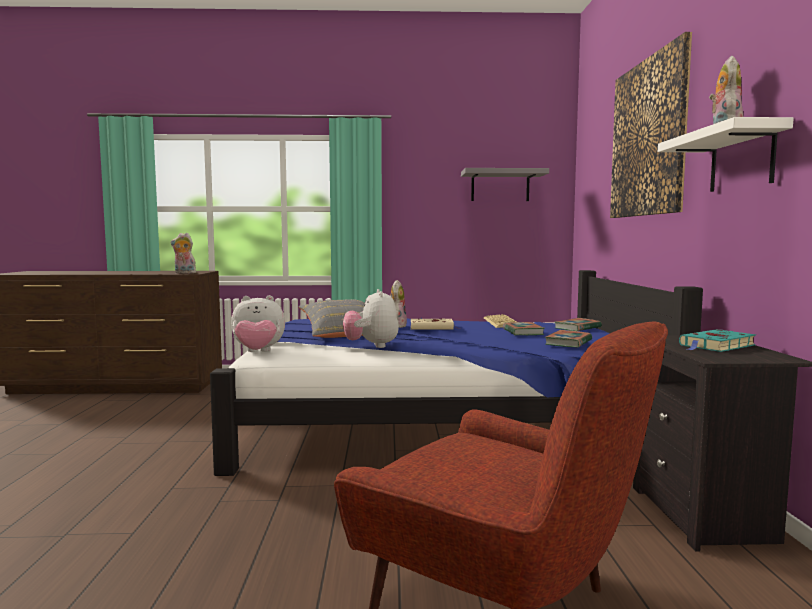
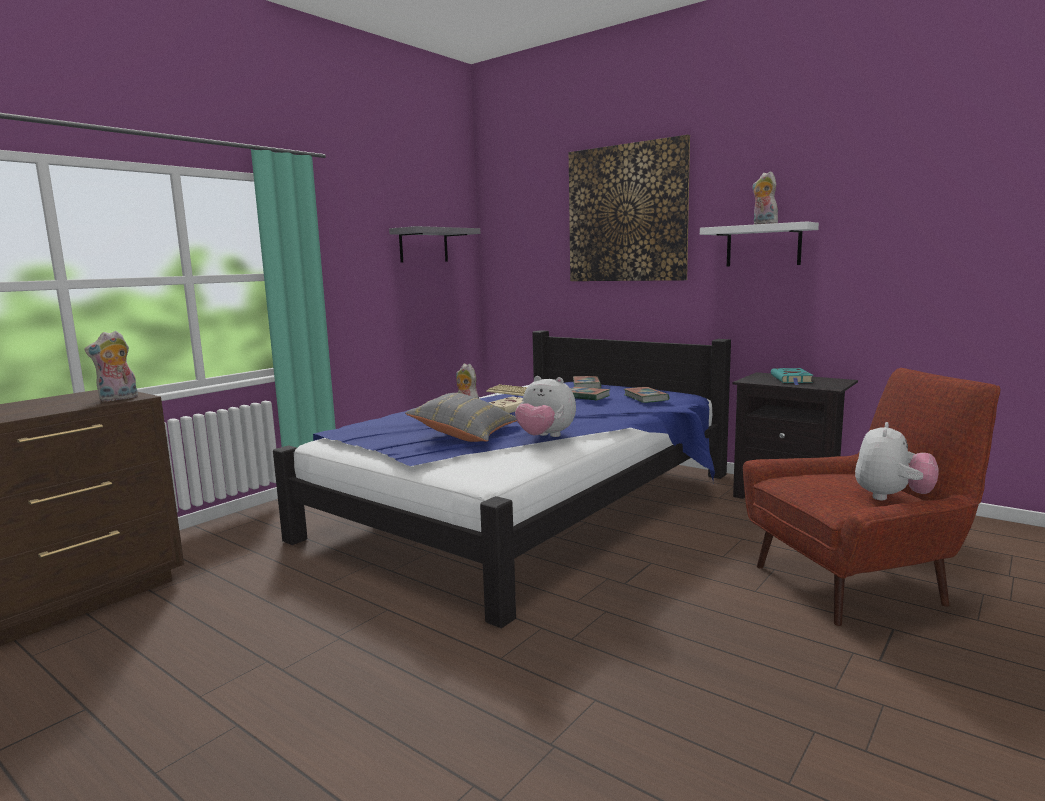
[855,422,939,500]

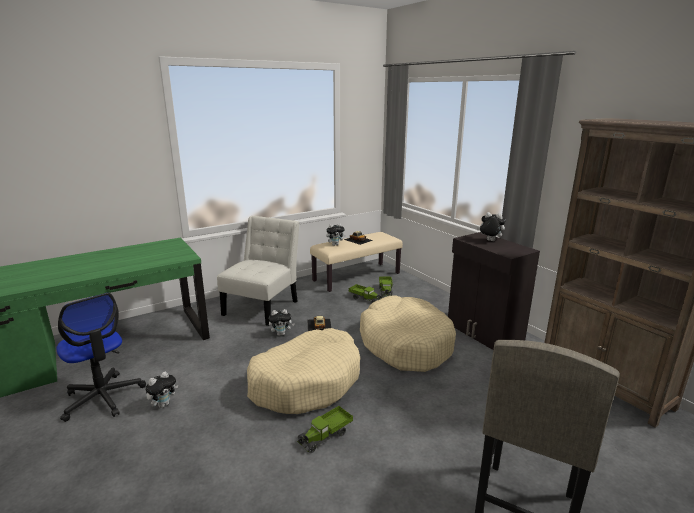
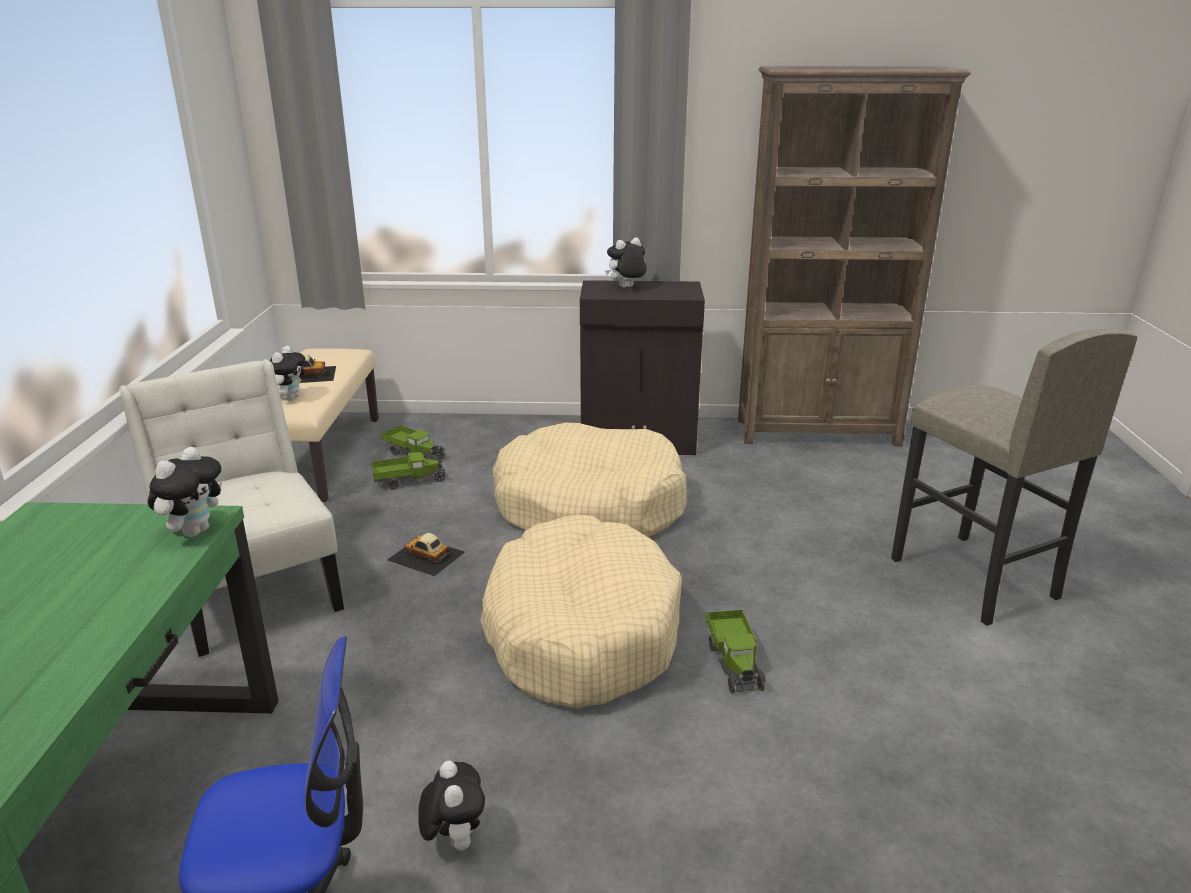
[148,447,222,537]

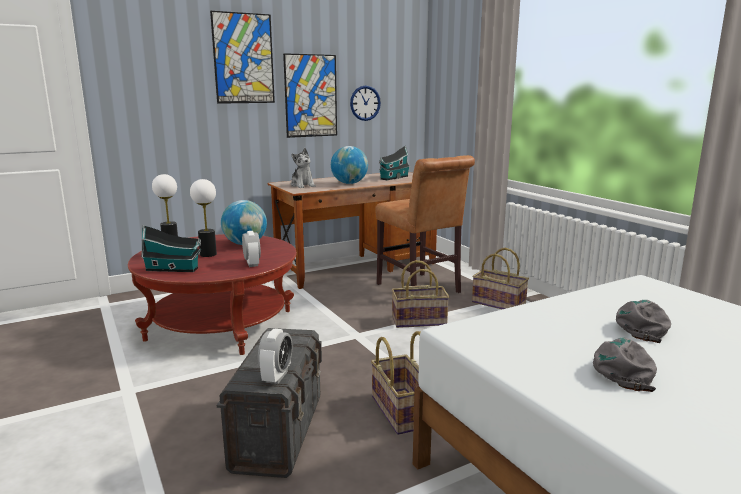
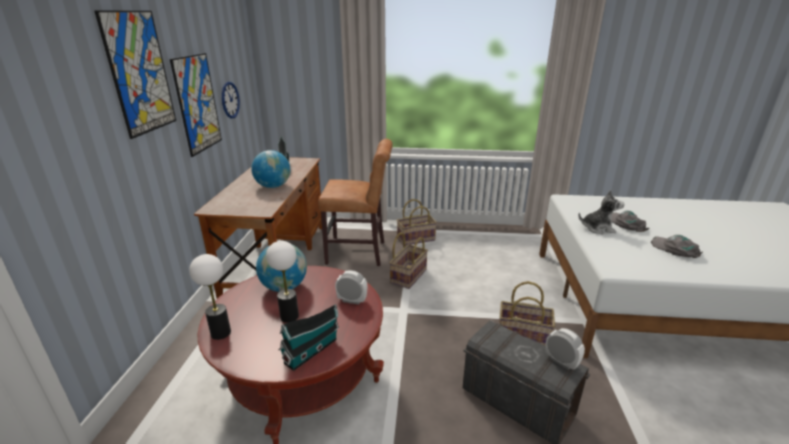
[578,190,624,234]

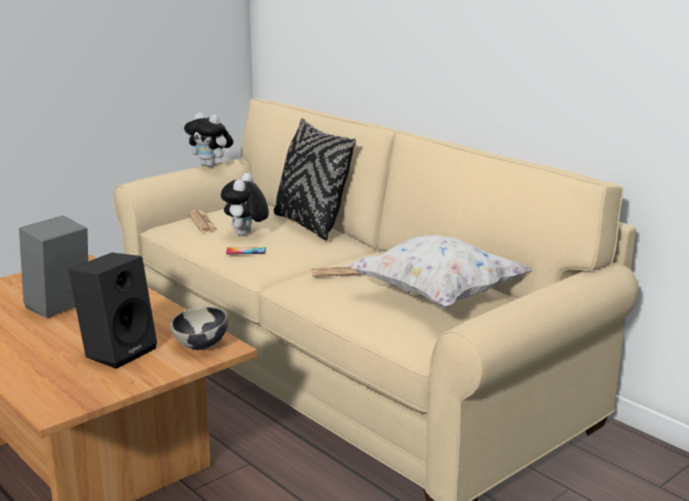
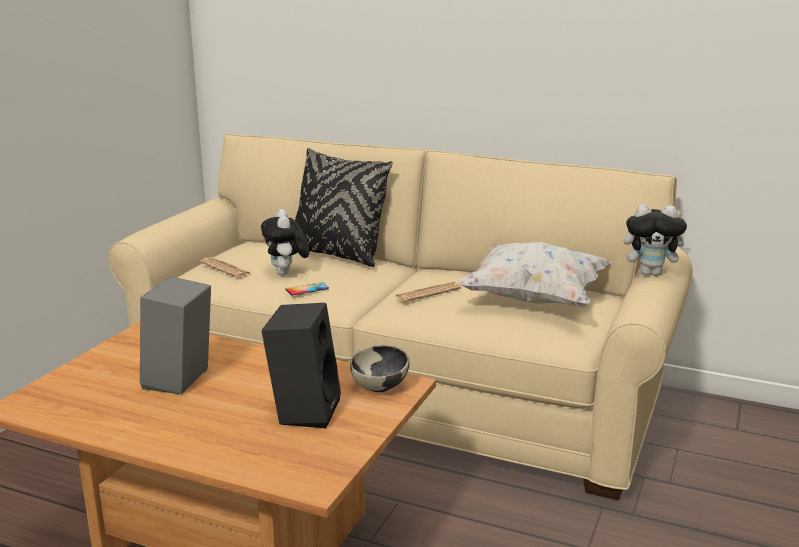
[624,204,691,276]

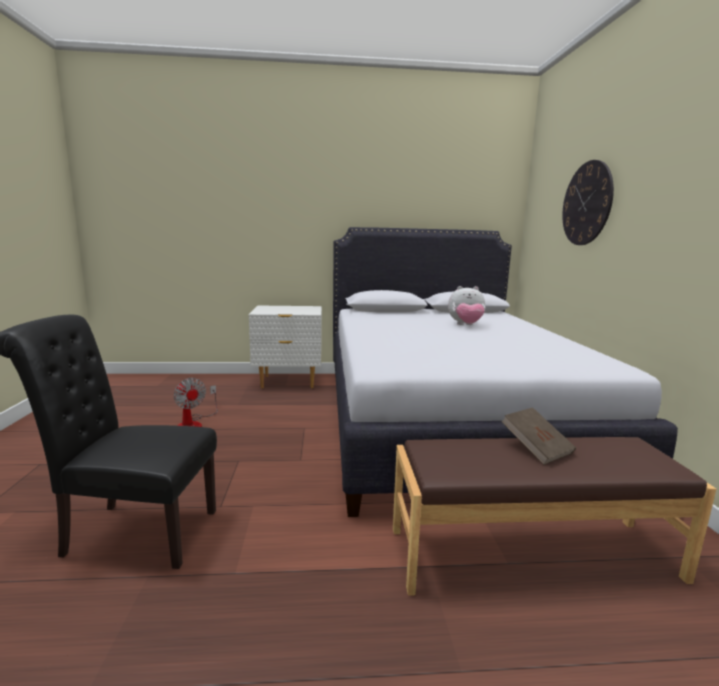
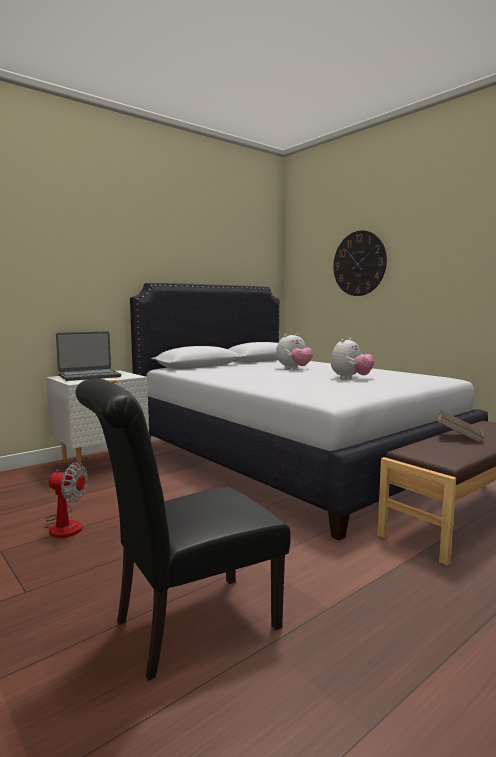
[56,331,121,381]
[331,338,374,379]

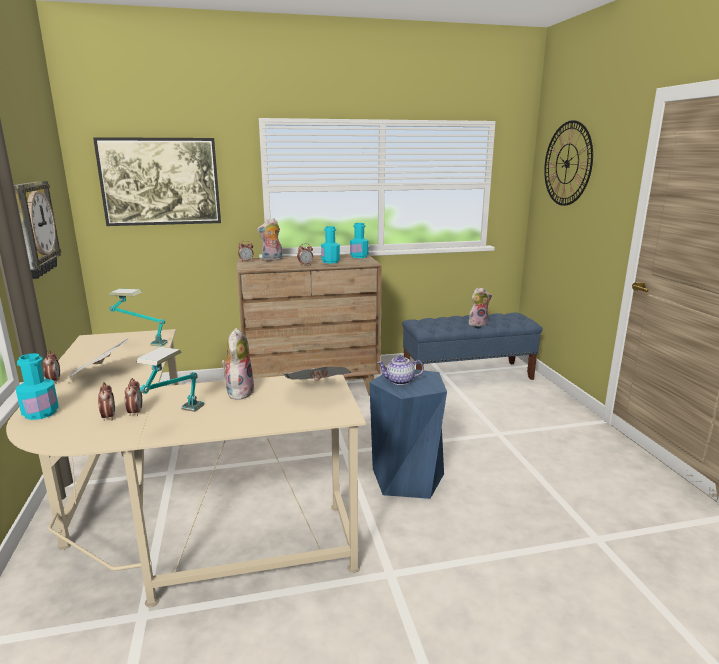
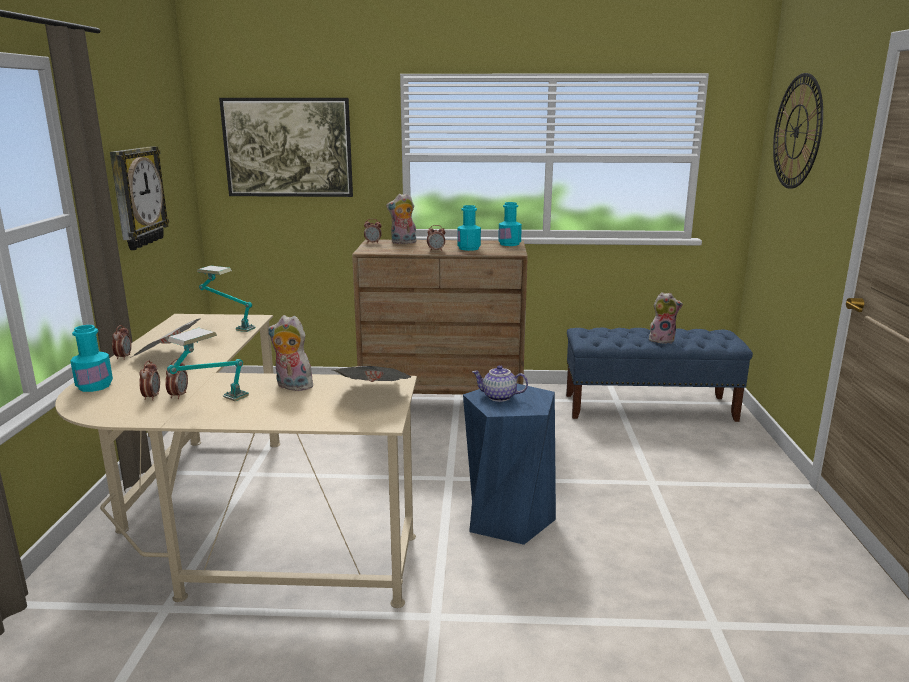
[268,315,315,391]

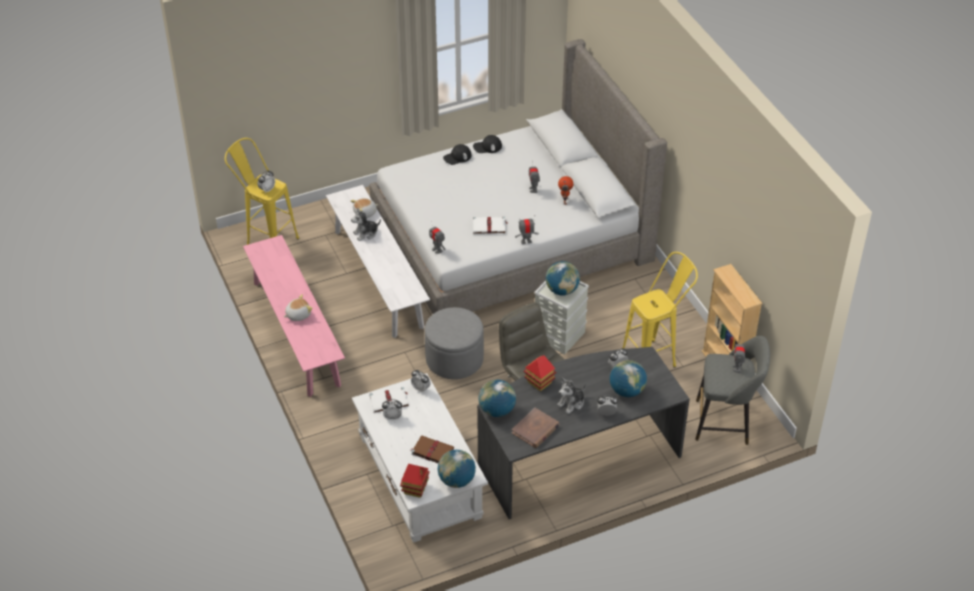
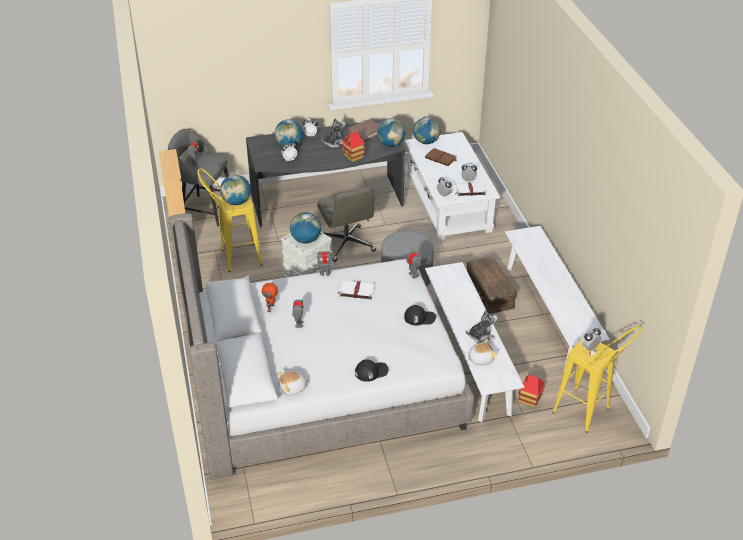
[220,175,251,205]
[467,257,517,314]
[277,371,309,396]
[518,375,545,408]
[404,305,436,325]
[505,226,610,373]

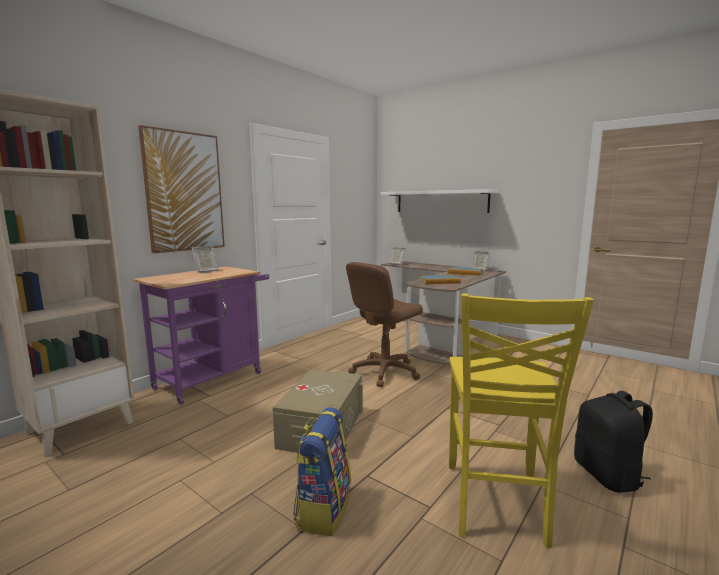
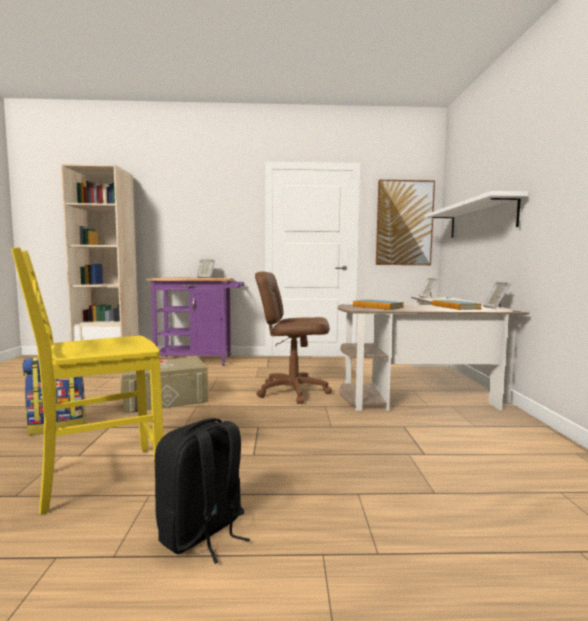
[376,180,435,265]

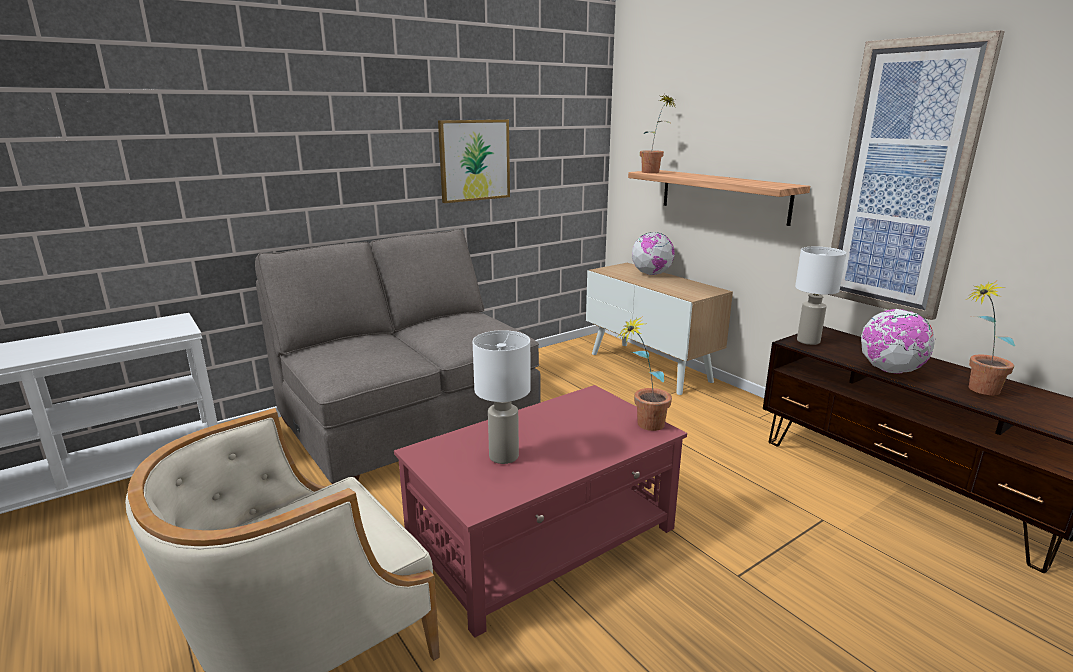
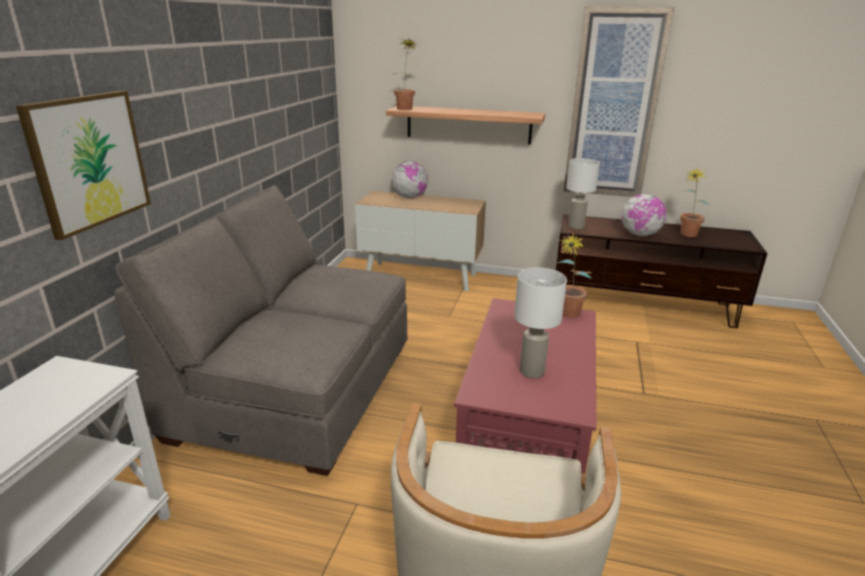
[16,91,151,240]

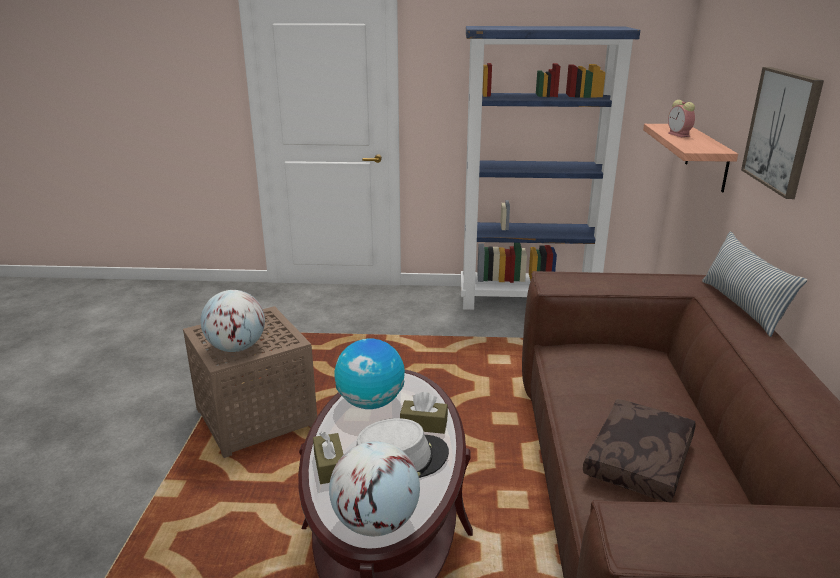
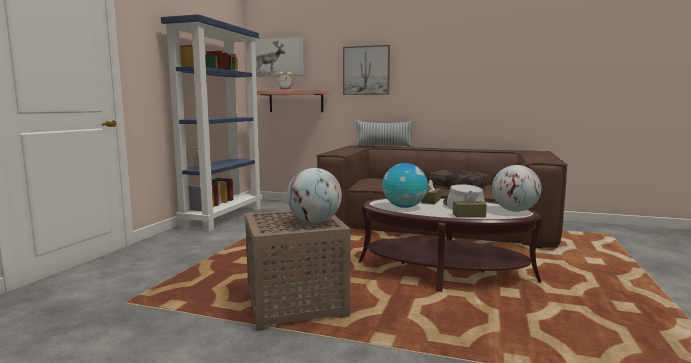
[255,37,304,77]

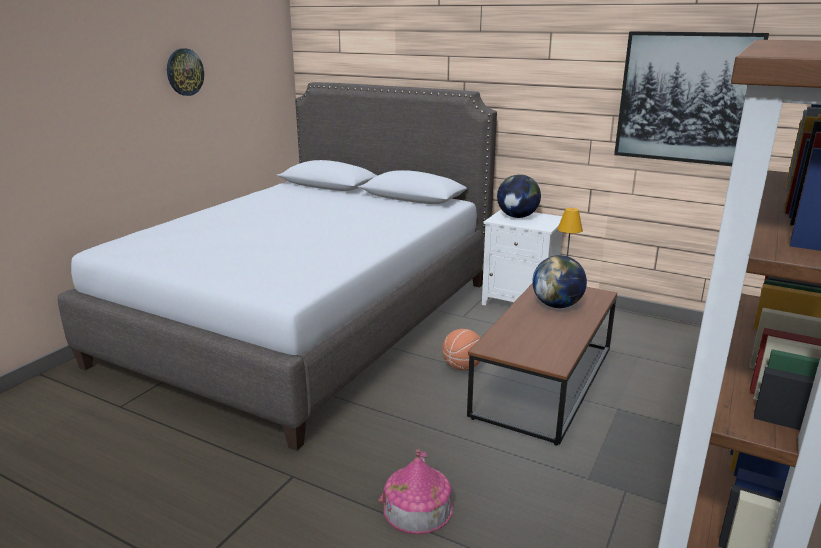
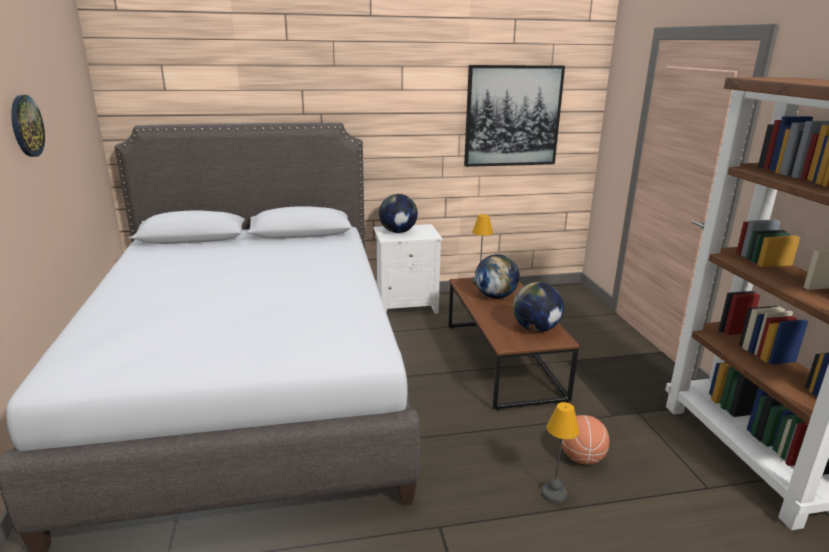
[513,282,564,332]
[562,415,610,464]
[541,402,579,503]

